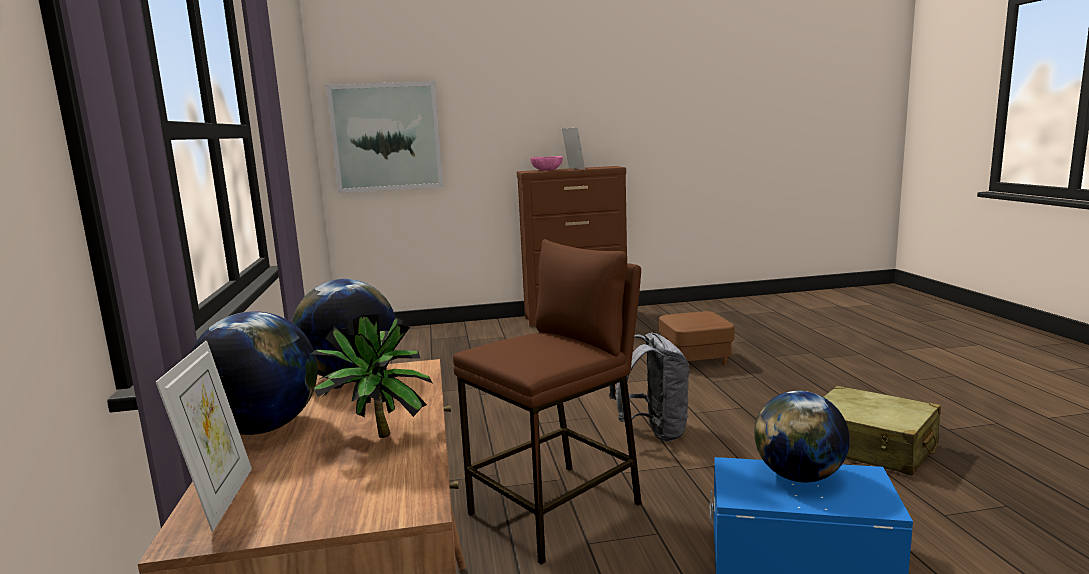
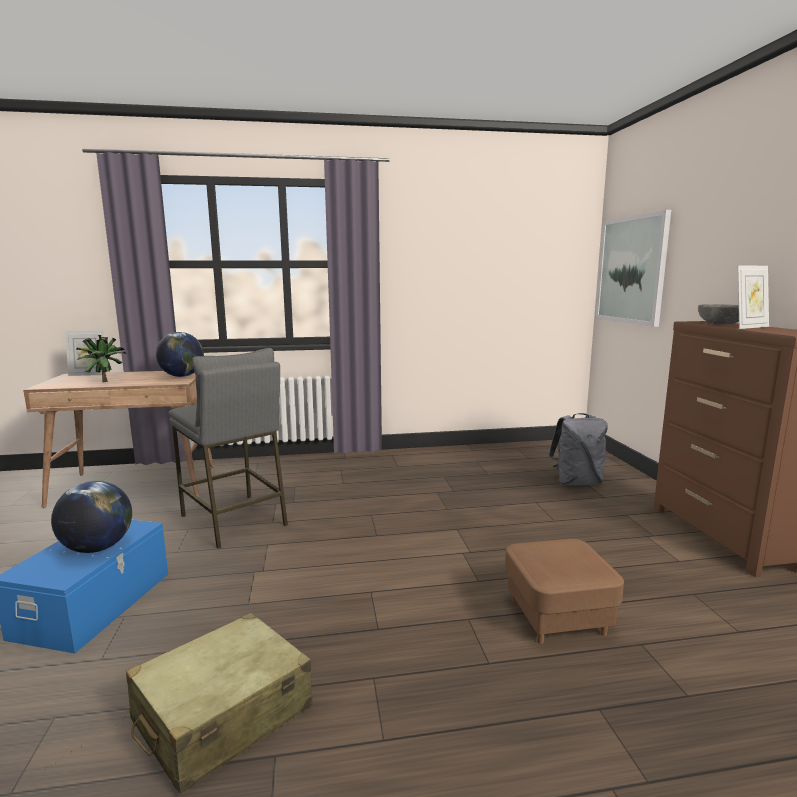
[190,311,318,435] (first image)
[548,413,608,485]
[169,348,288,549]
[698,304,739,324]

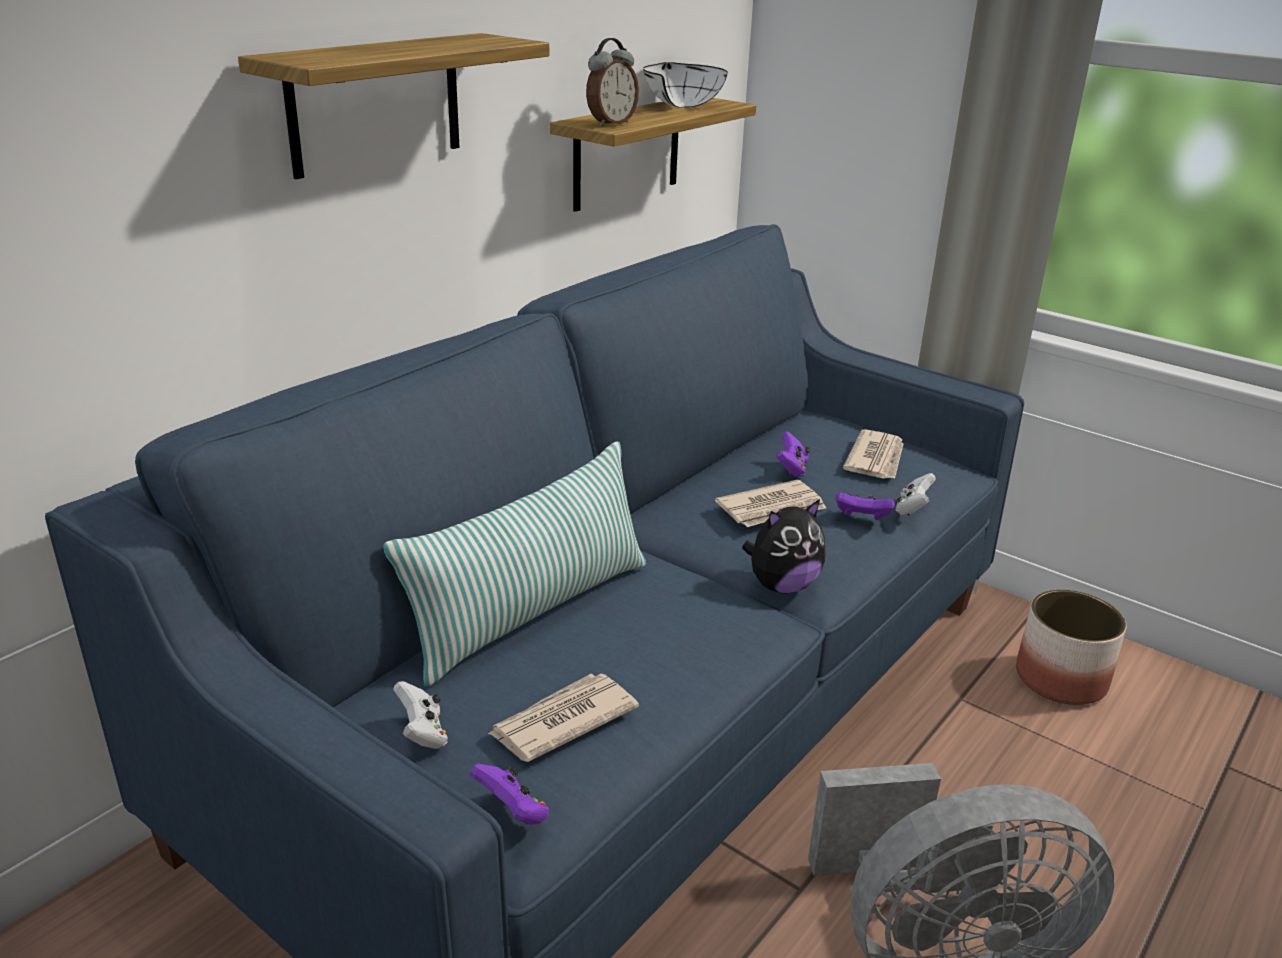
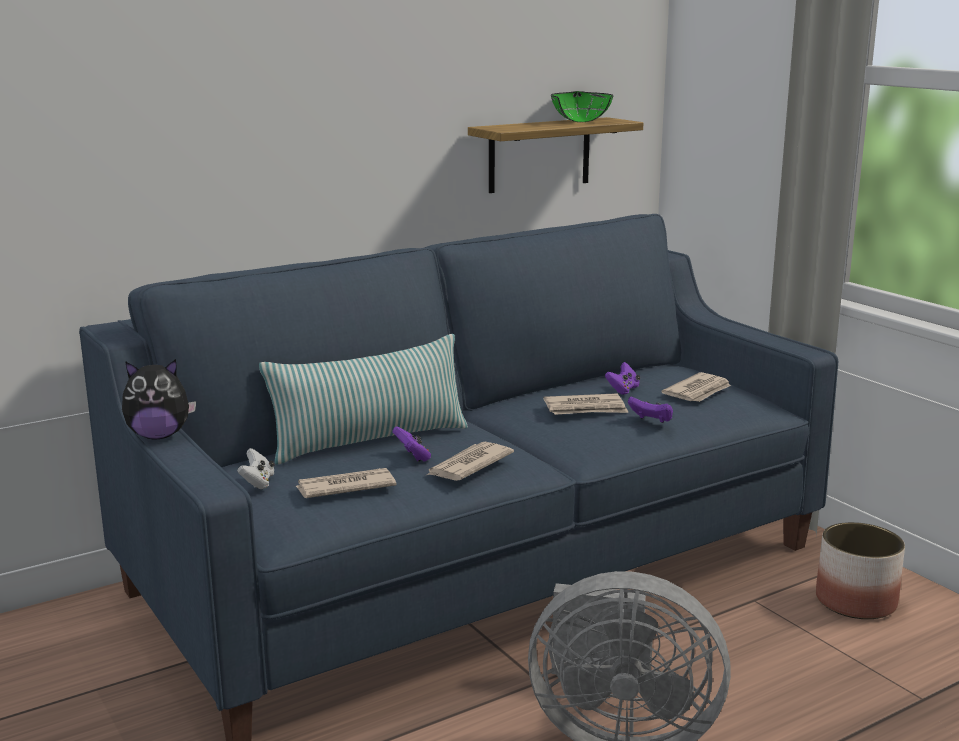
[238,33,549,179] (first image)
[586,38,639,127] (first image)
[896,473,936,515] (first image)
[425,442,514,481]
[392,426,431,462]
[122,359,196,439]
[551,91,613,122]

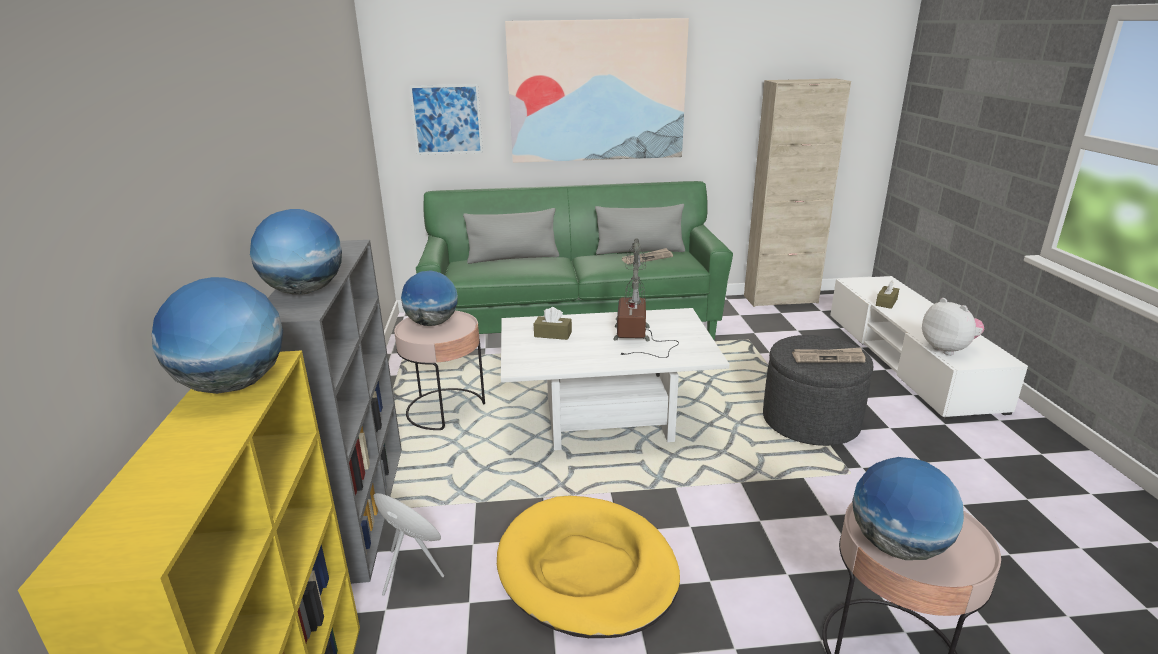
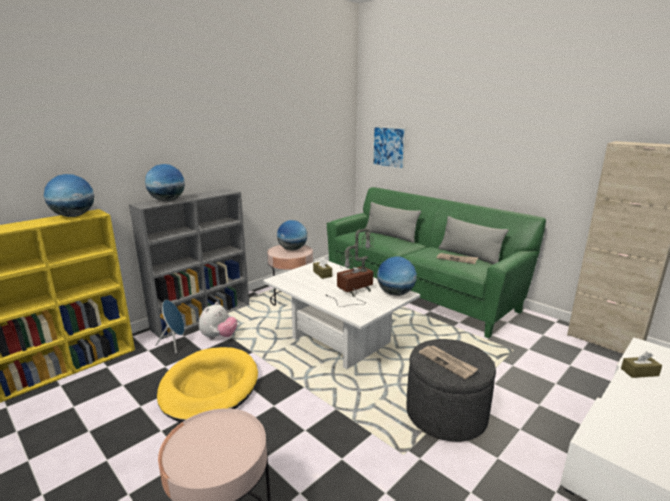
[505,18,689,163] (first image)
[377,256,417,296]
[199,302,237,339]

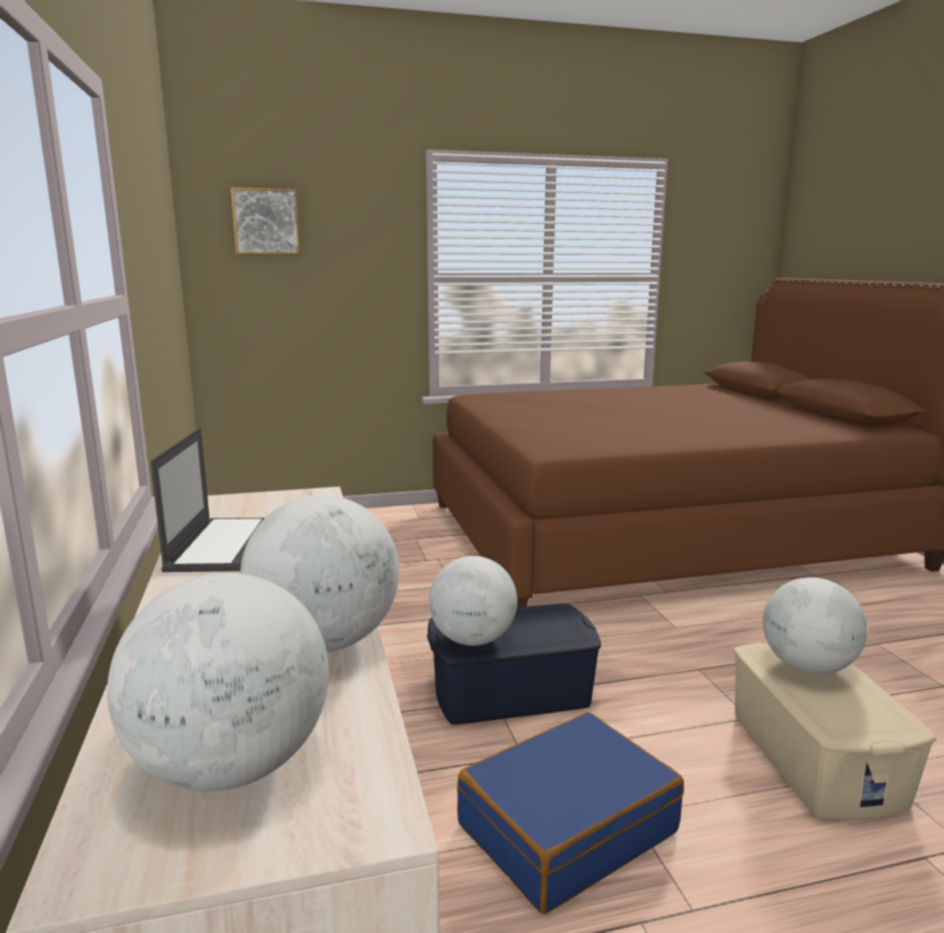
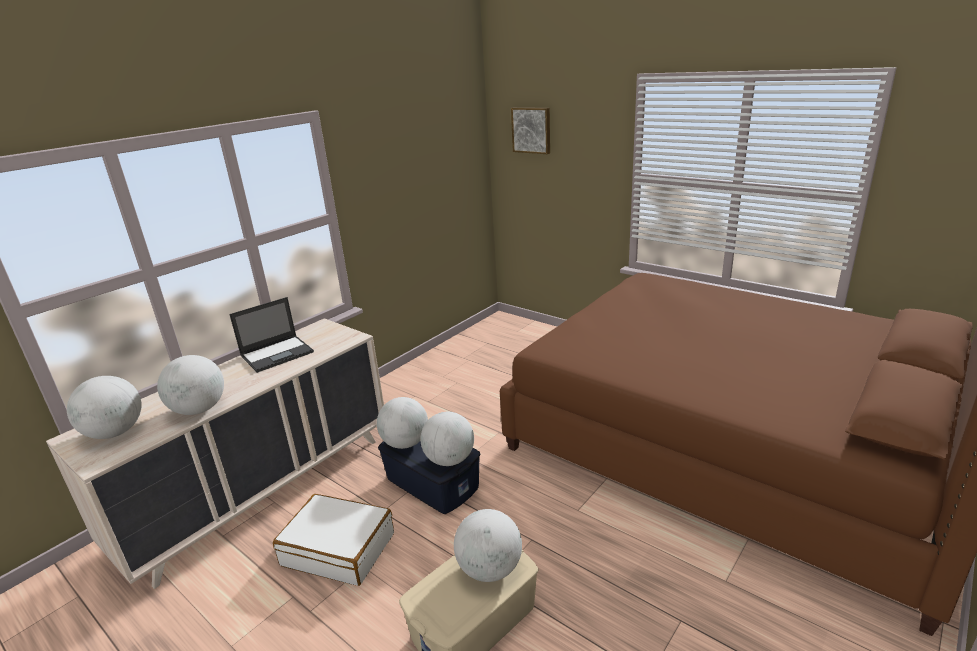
[420,412,474,466]
[273,494,394,586]

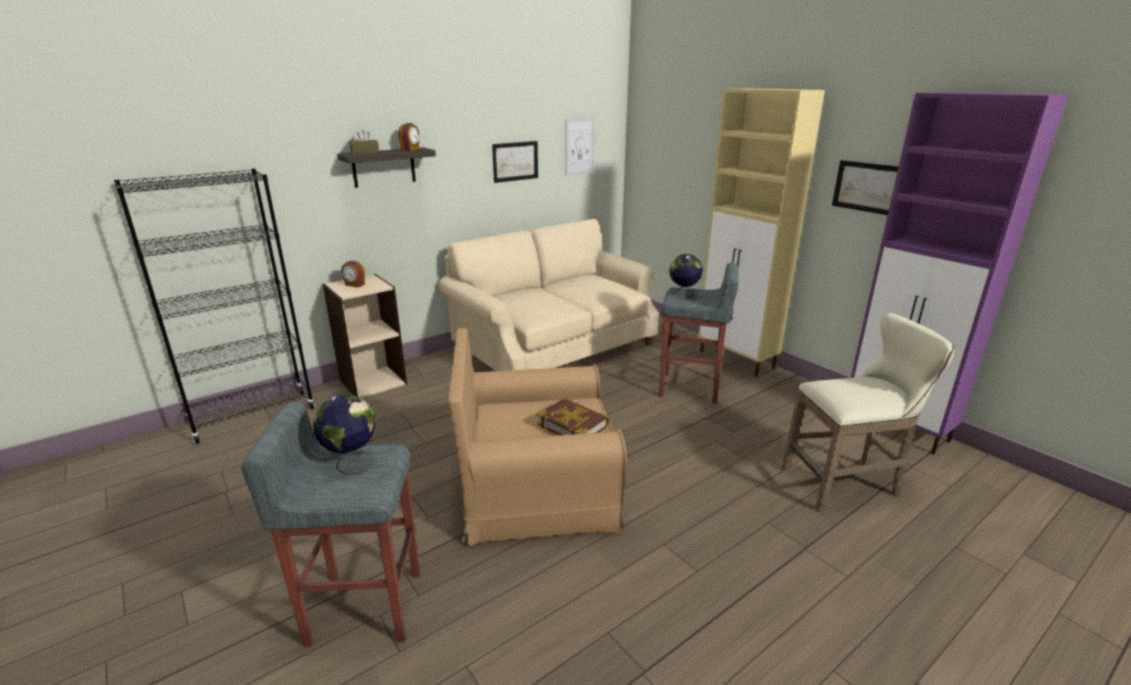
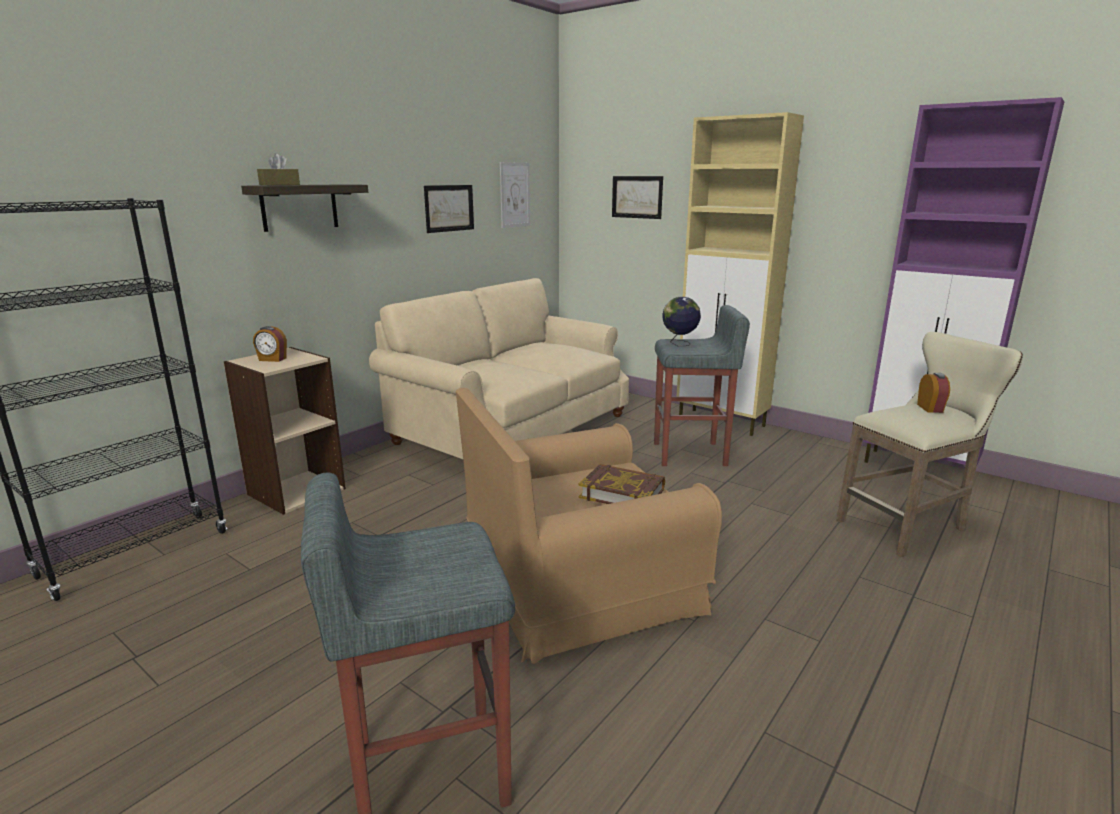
[313,394,376,475] (first image)
[917,373,950,413]
[612,176,663,219]

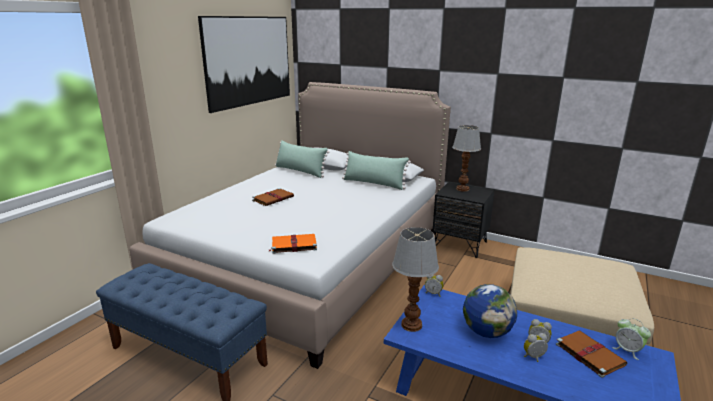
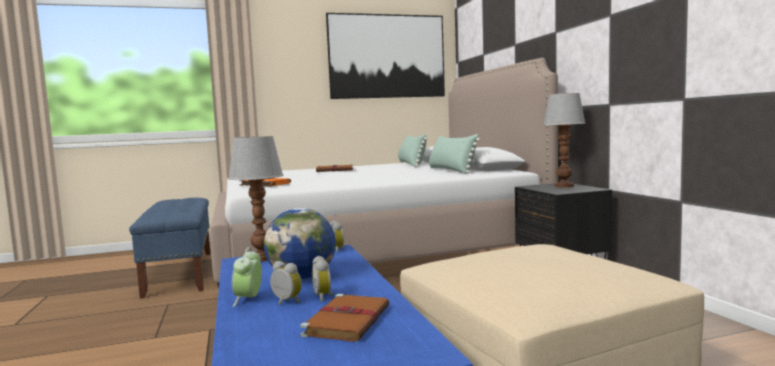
[232,247,262,307]

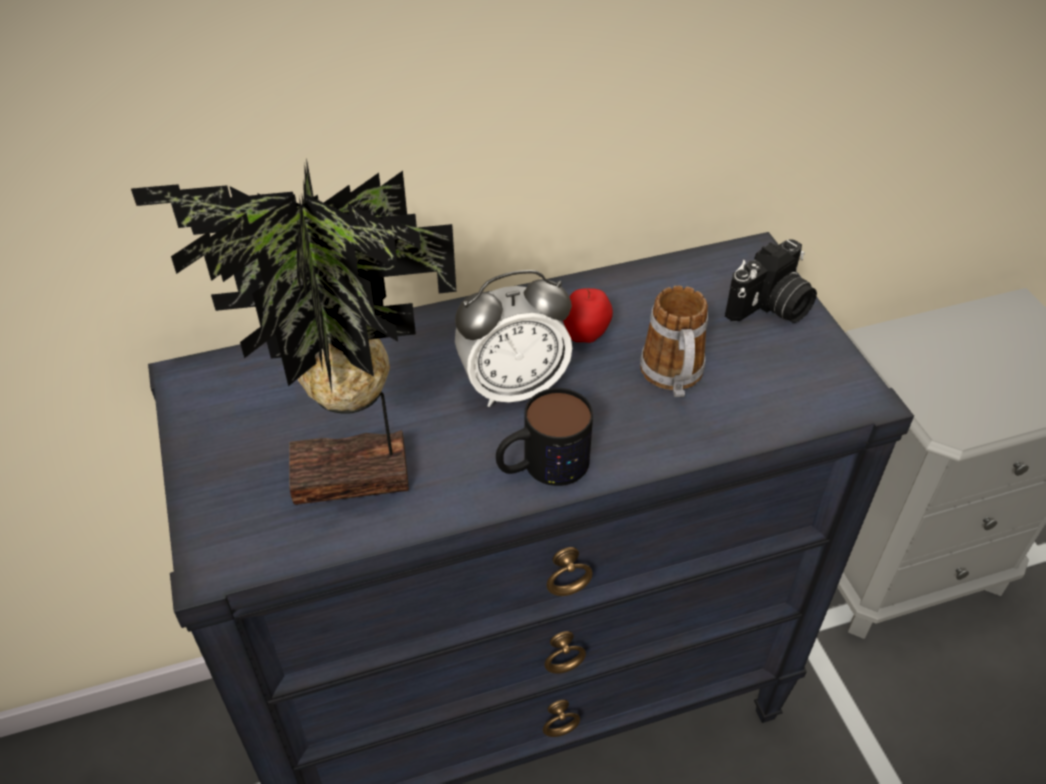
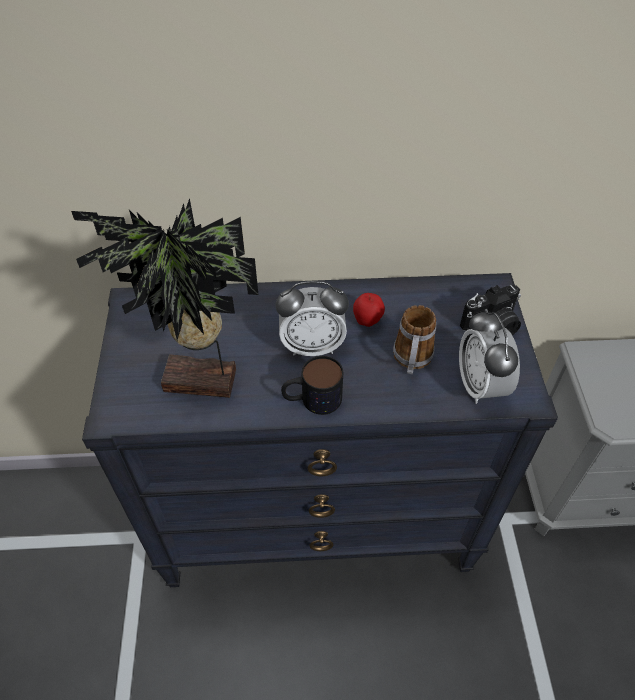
[459,309,520,404]

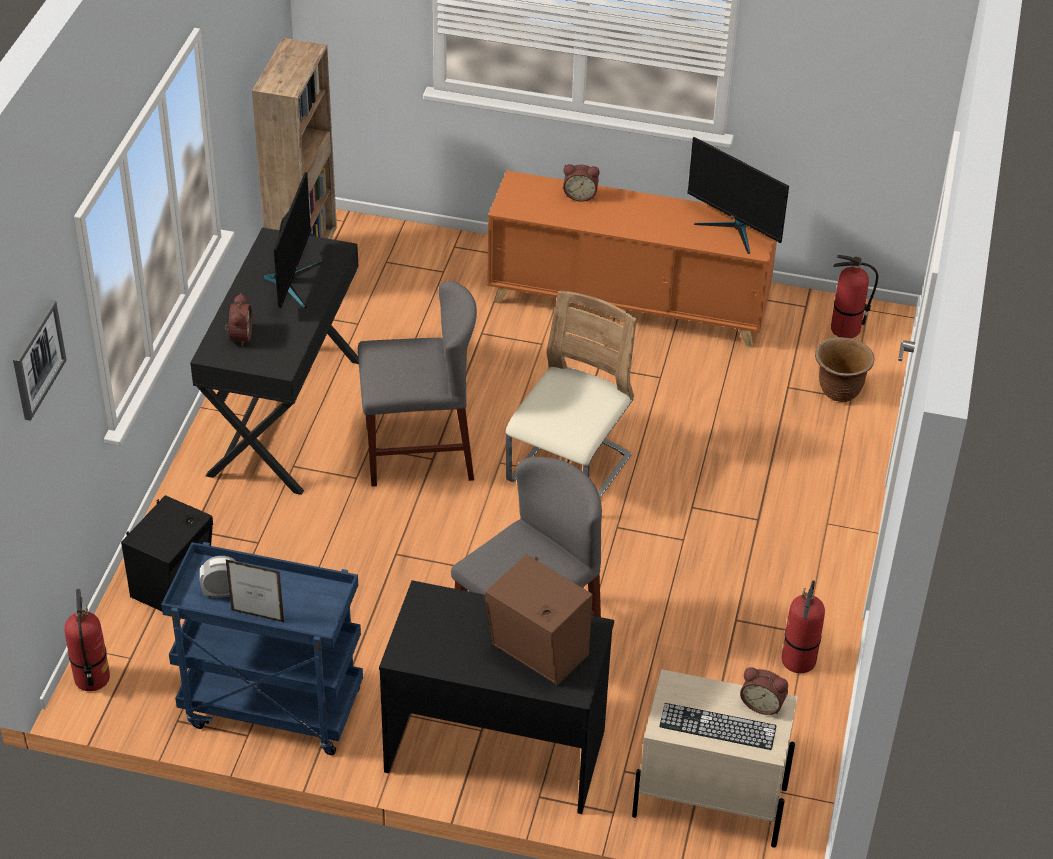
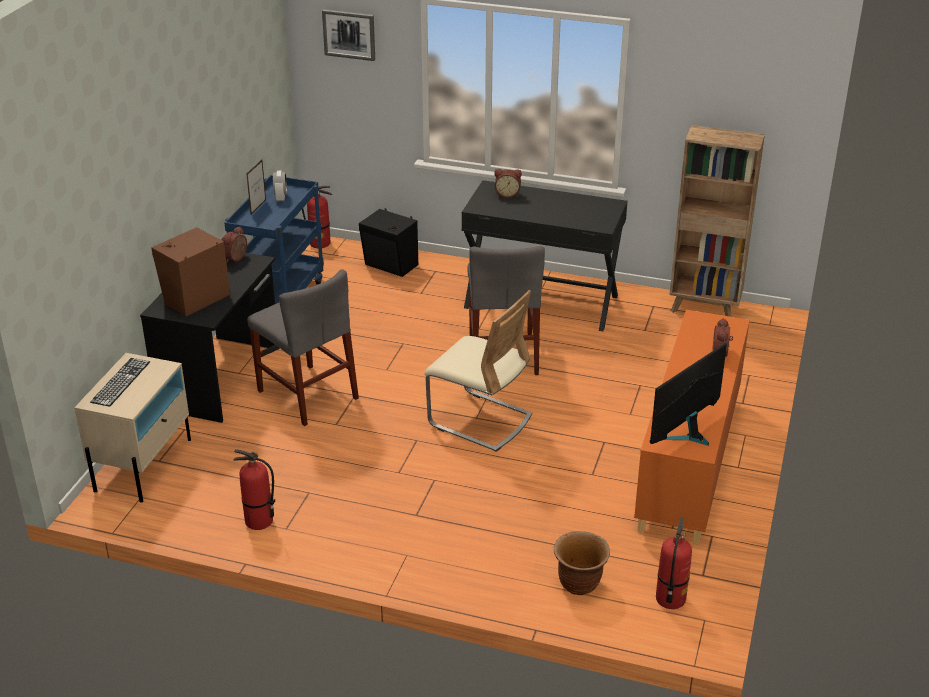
[263,172,324,308] (first image)
[222,226,247,263]

